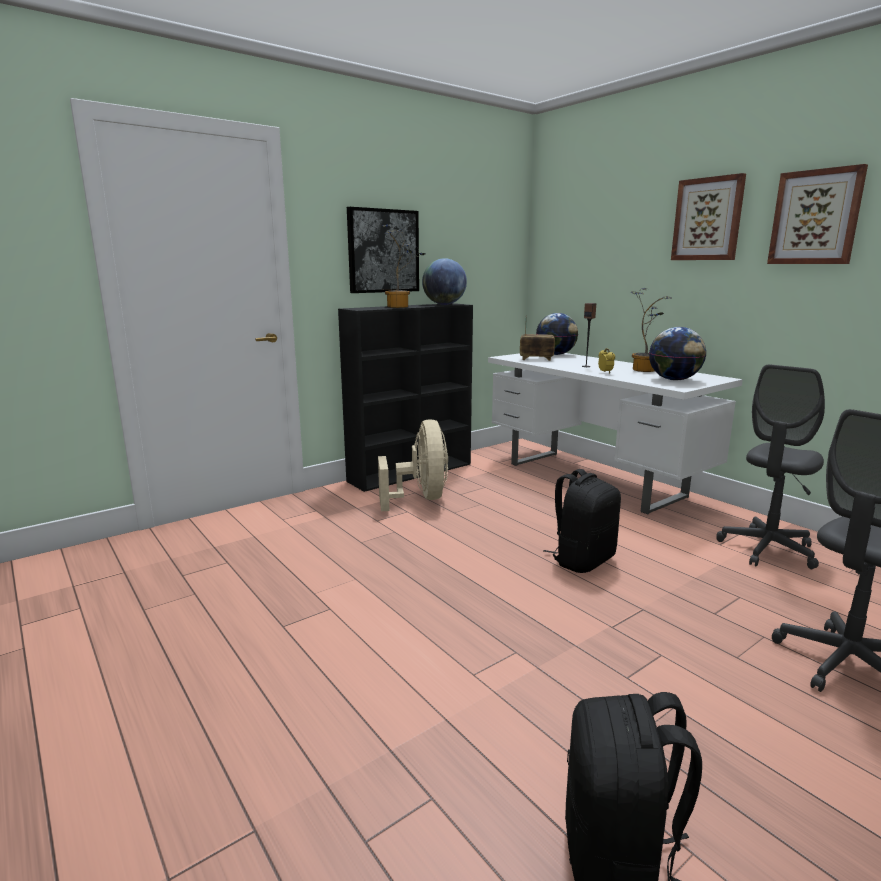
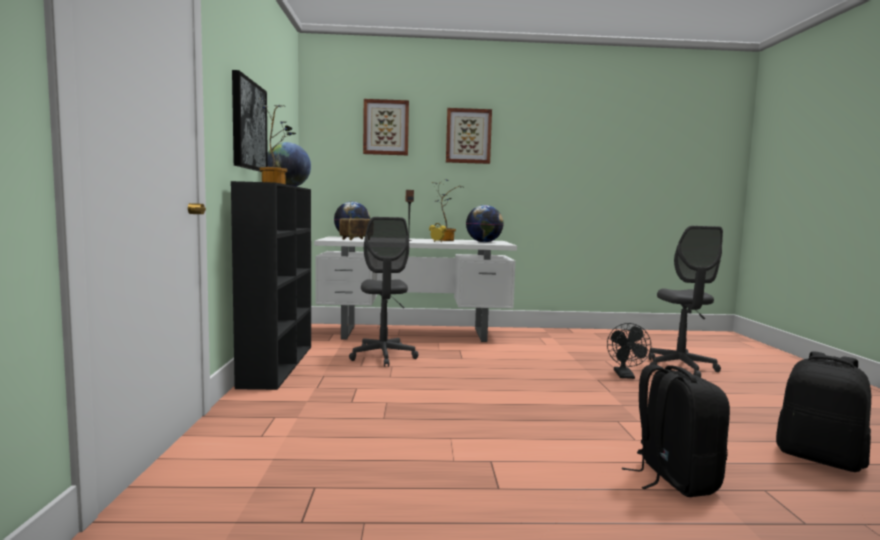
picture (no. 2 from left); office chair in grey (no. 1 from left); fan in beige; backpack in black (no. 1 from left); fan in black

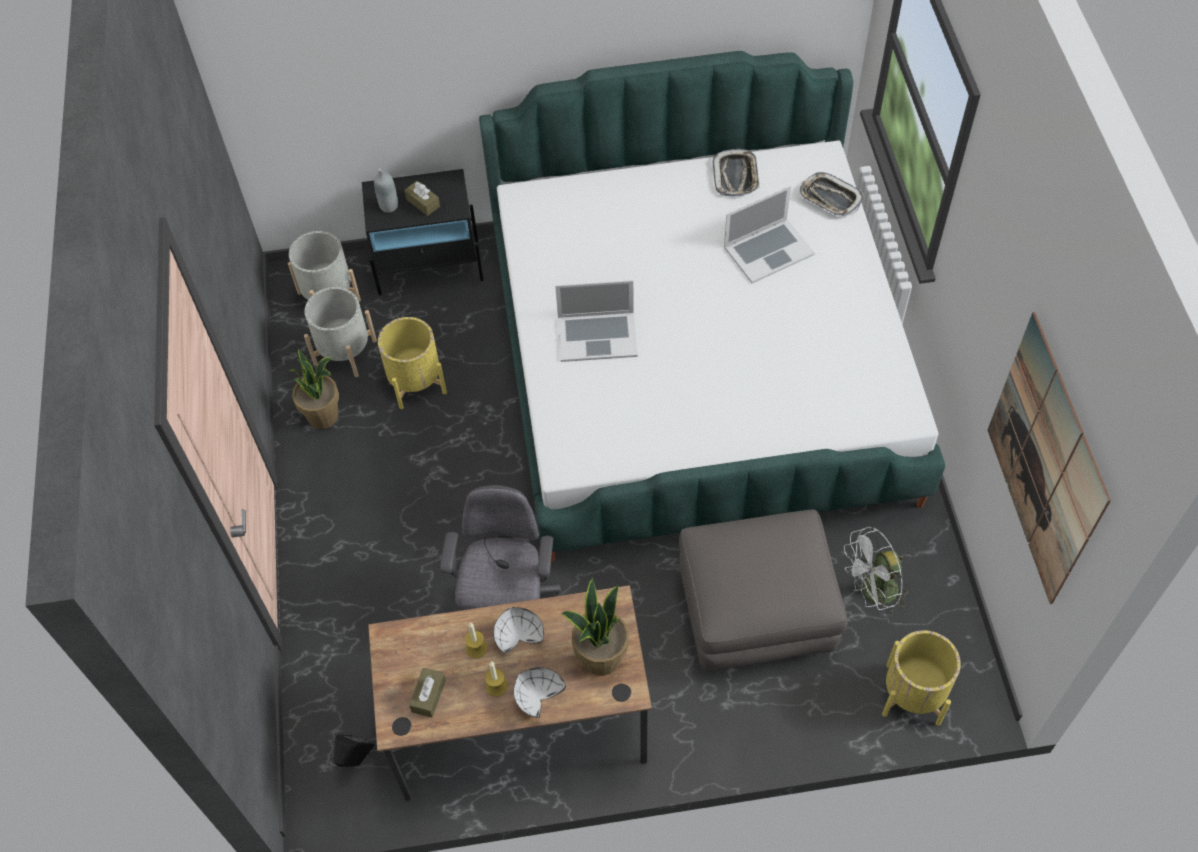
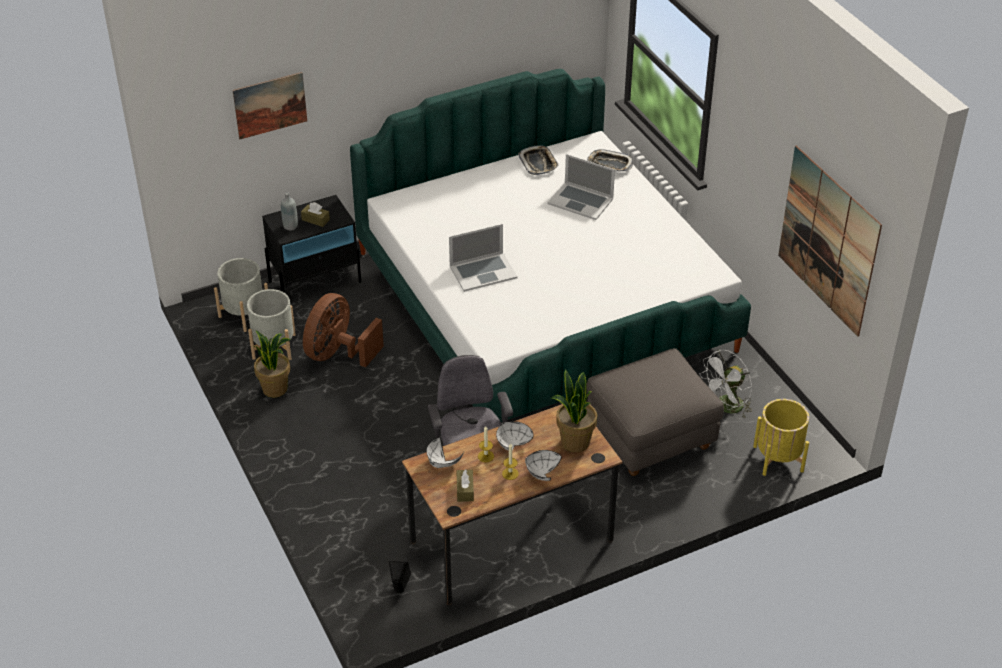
laptop (no. 2 from left); fan in brown; picture (no. 1 from left); bowl in white (no. 1 from left)

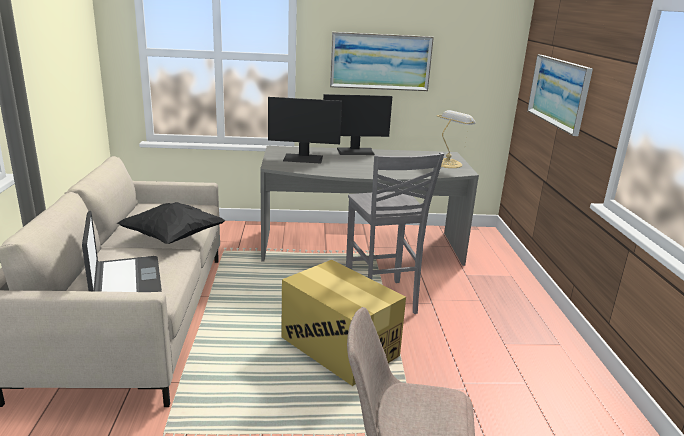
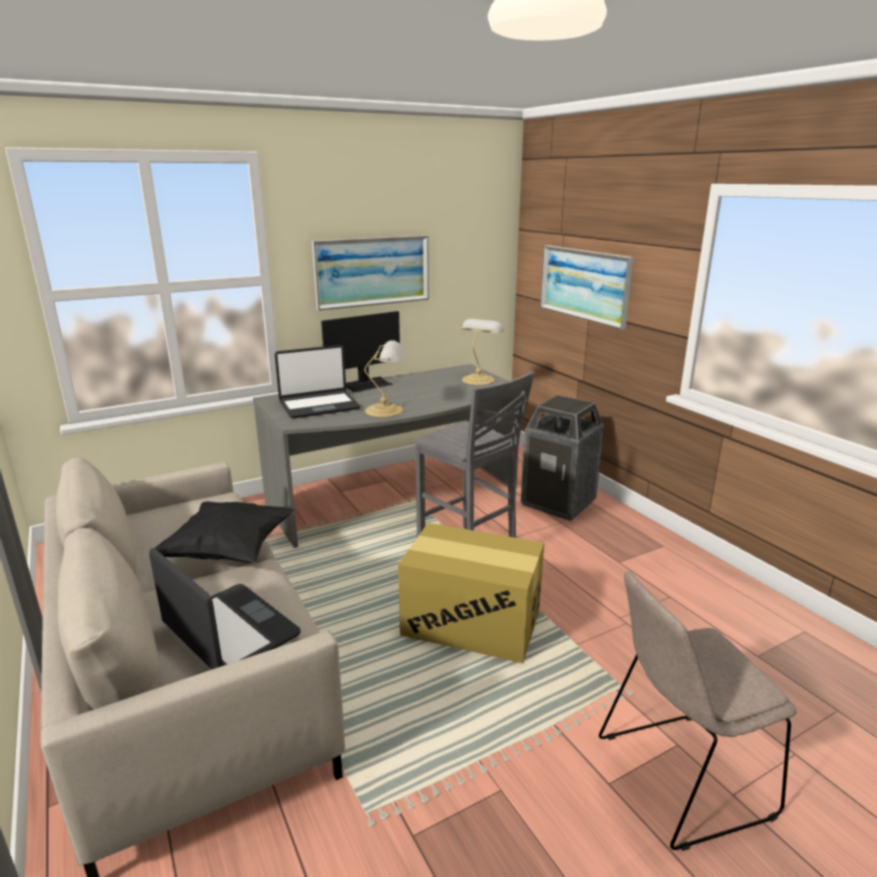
laptop (no. 2 from left); table lamp (no. 1 from left); trash can

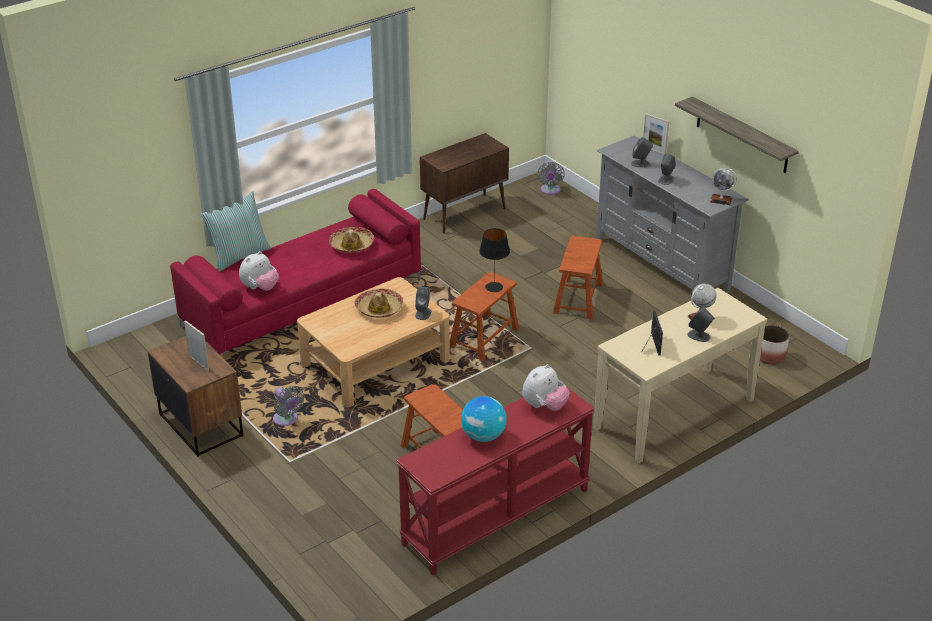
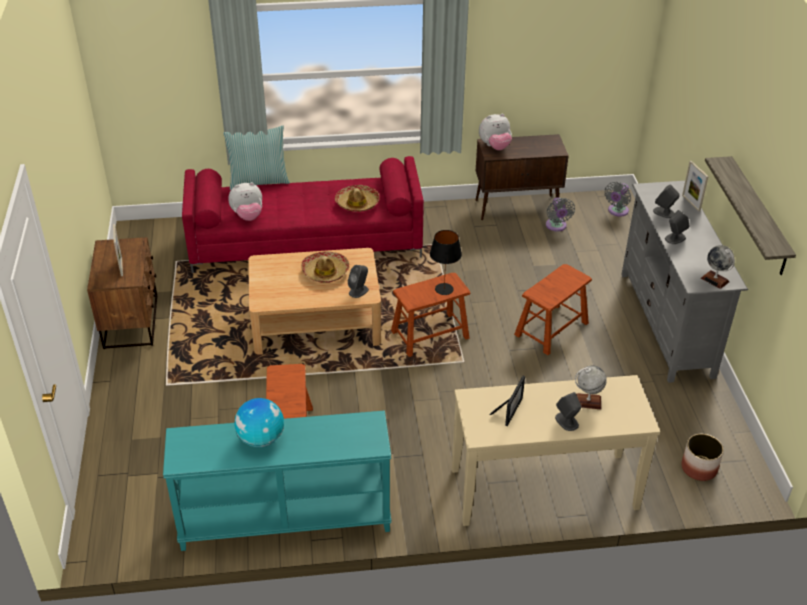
plush toy (no. 2 from left); fan in grey (no. 1 from left); console table in turquoise

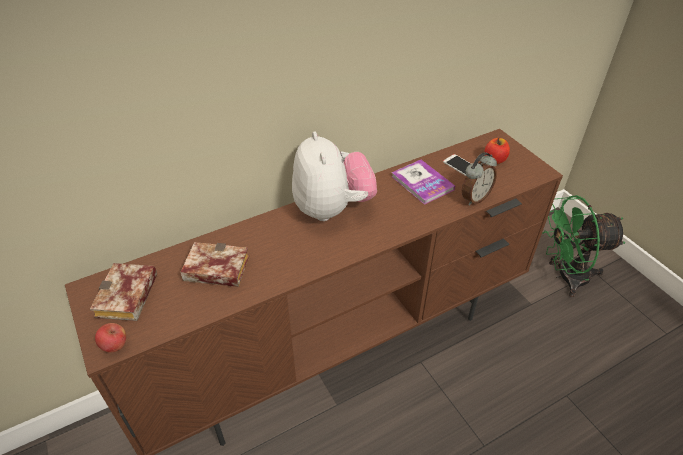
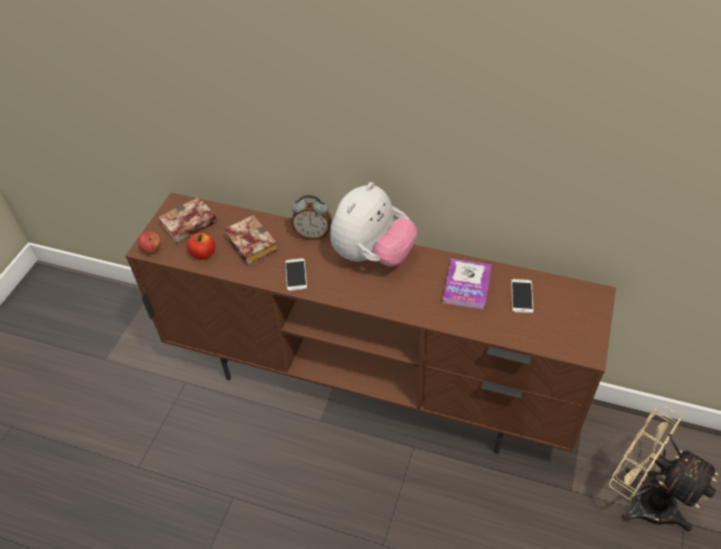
apple (no. 2 from left); alarm clock; fan in beige; phone (no. 1 from left)

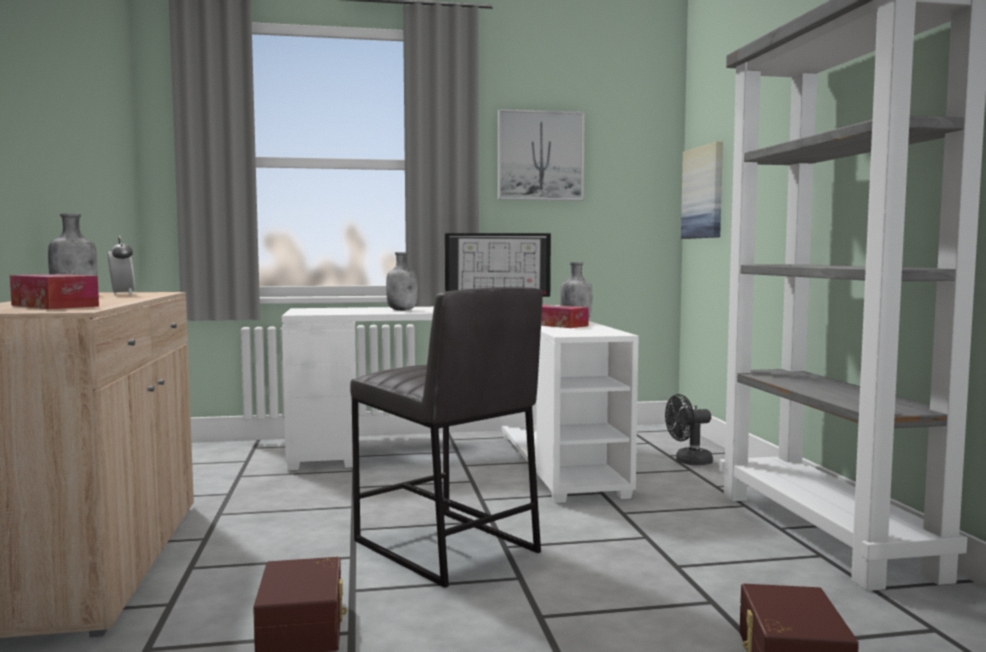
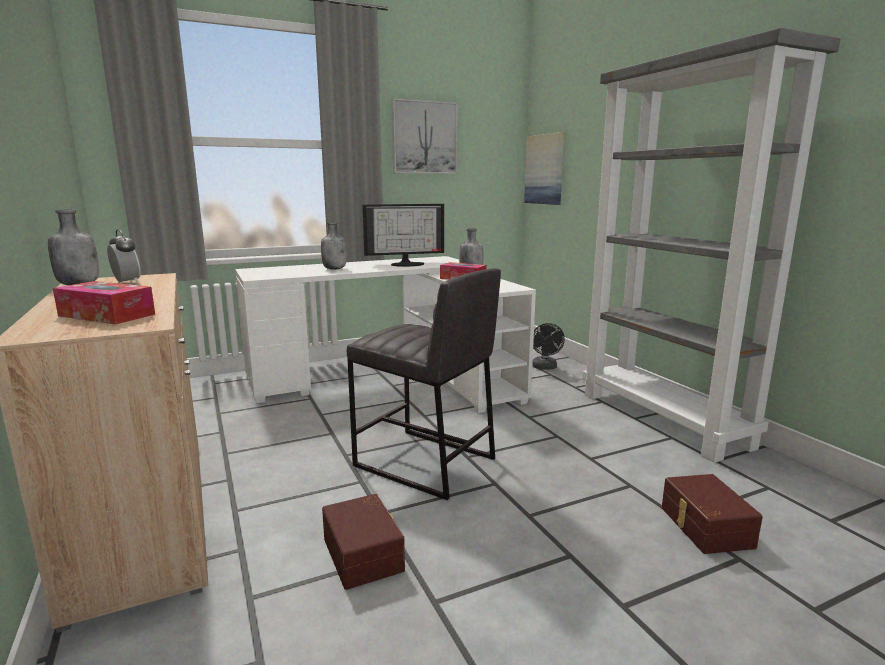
fan in black

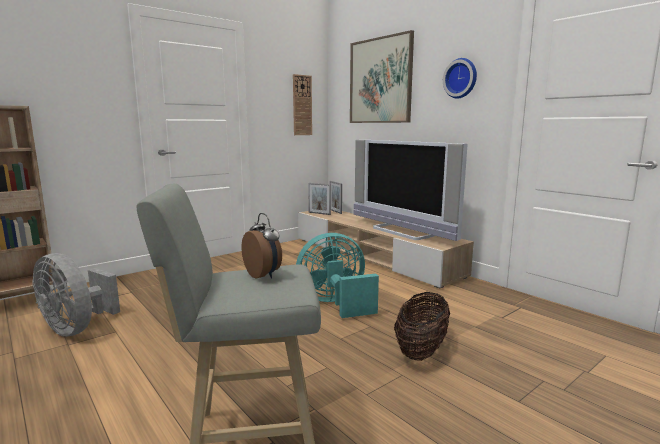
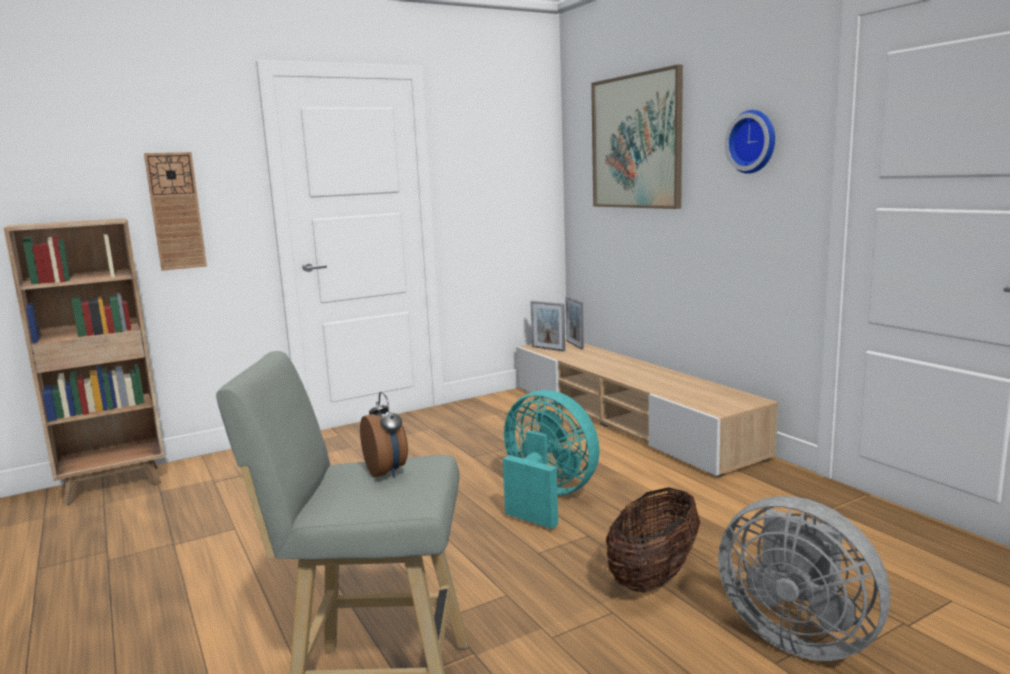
wall clock (no. 1 from left); television; fan in turquoise; fan in grey

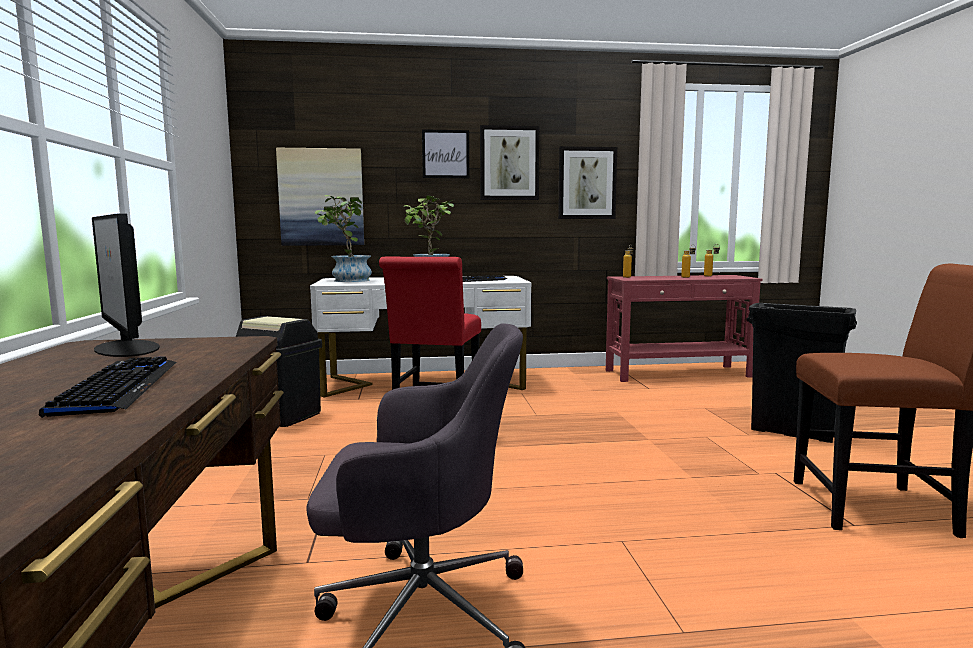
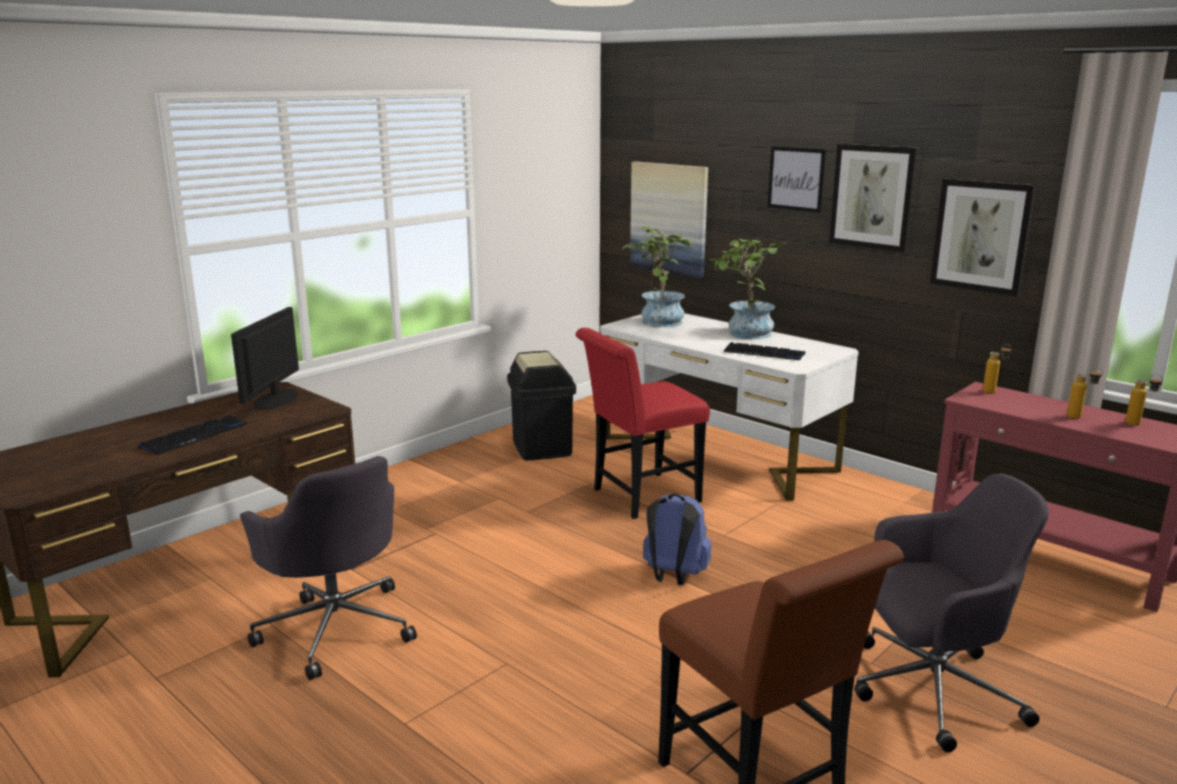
office chair in grey (no. 2 from left); backpack in blue

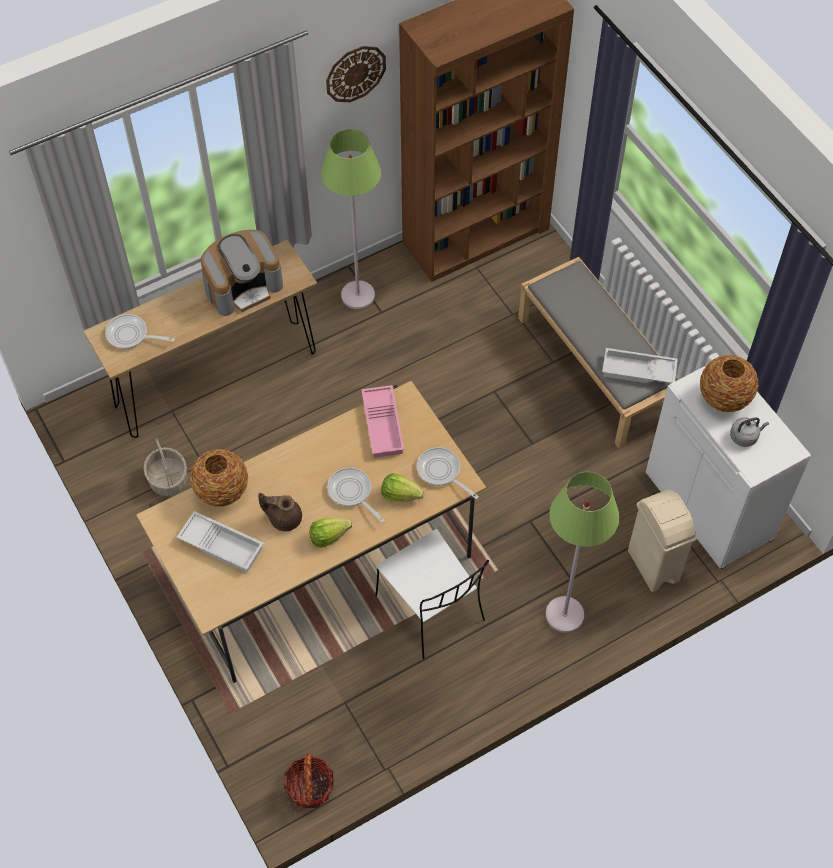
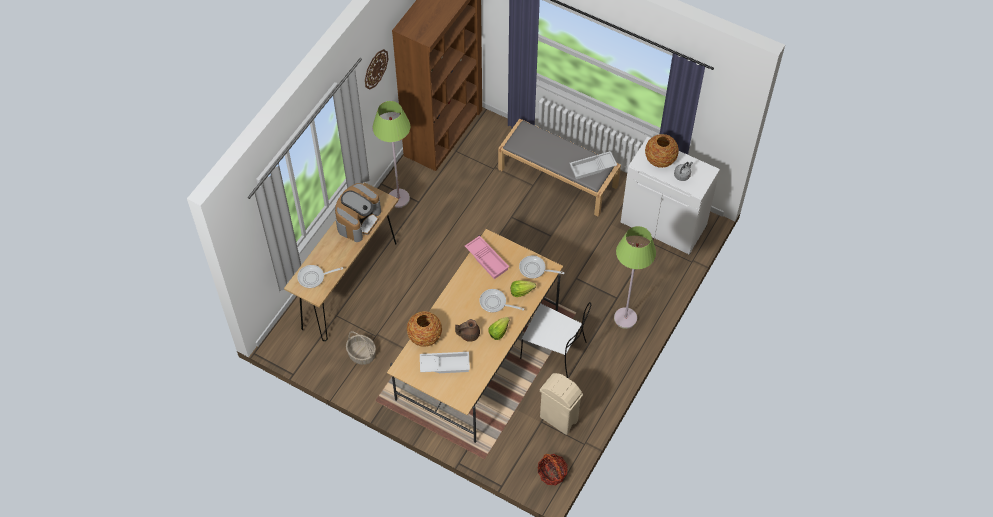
trash can in beige

